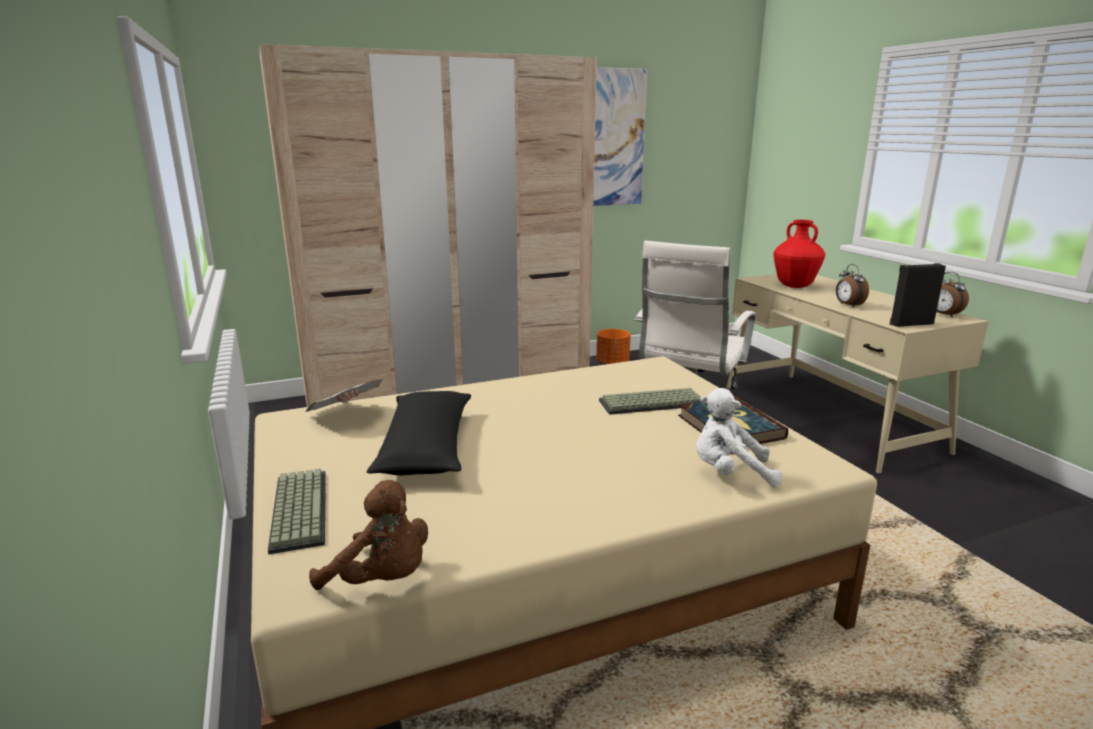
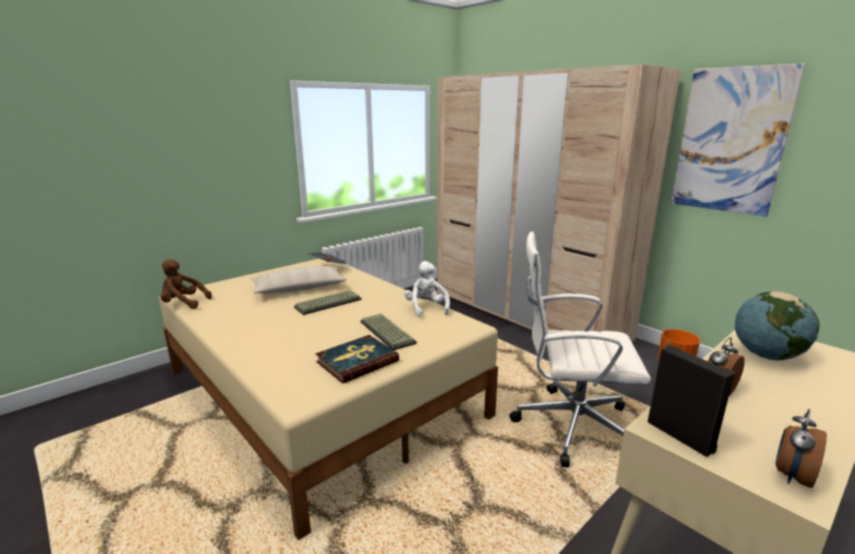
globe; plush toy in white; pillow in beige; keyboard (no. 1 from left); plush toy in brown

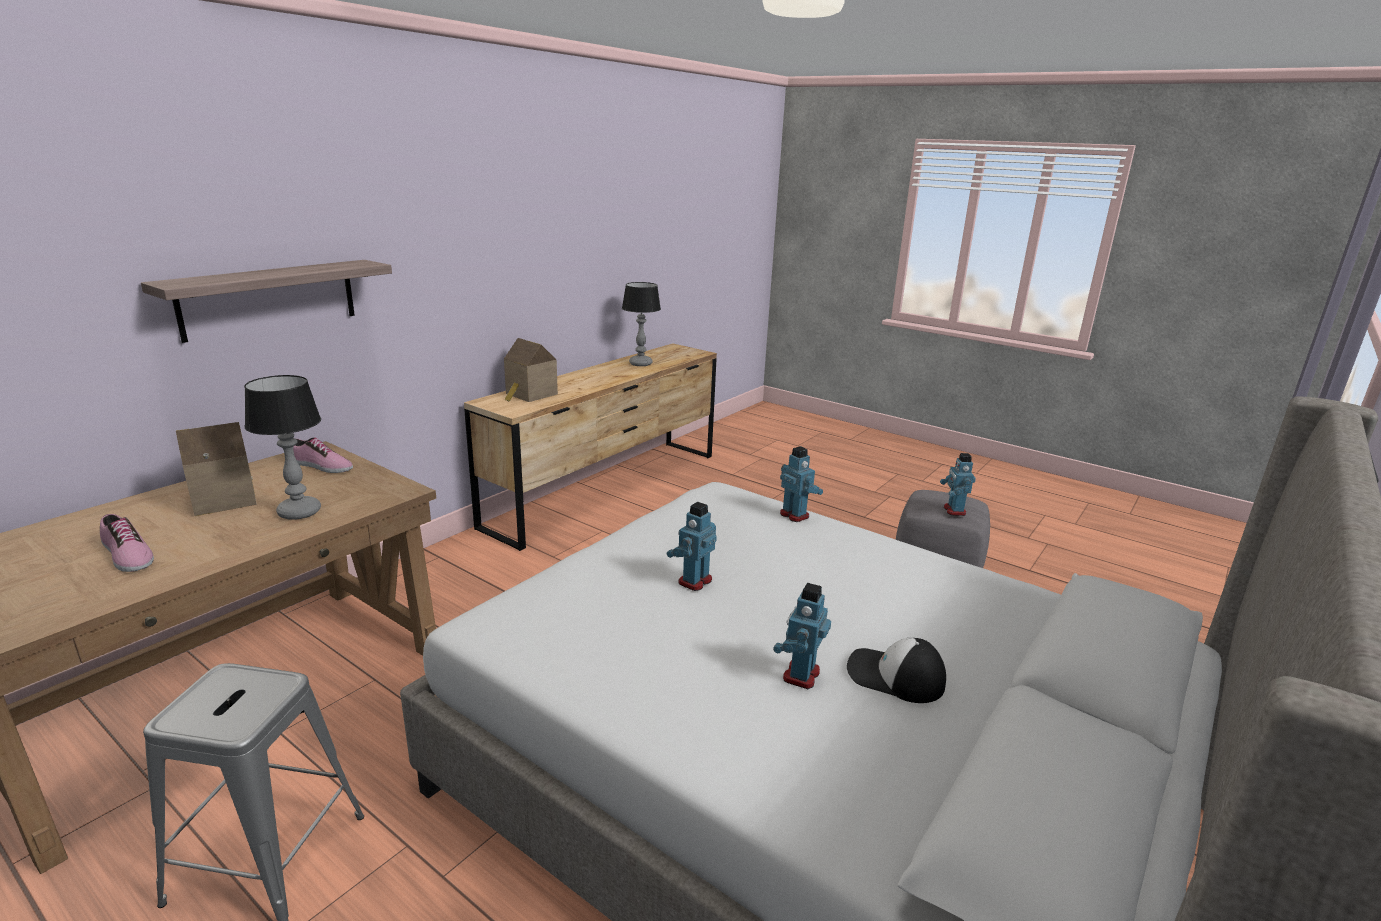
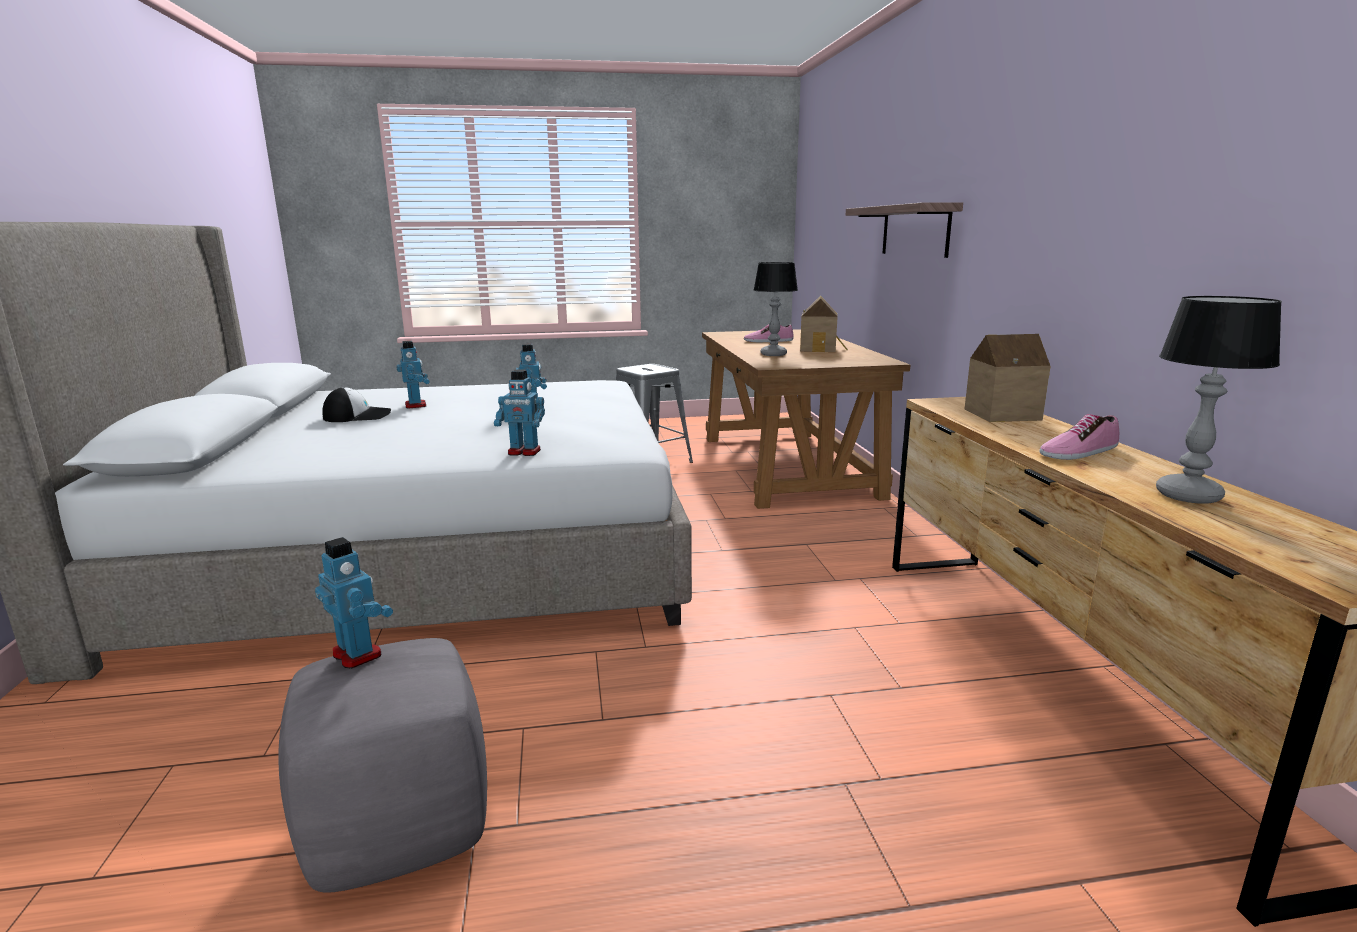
shoe (no. 2 from left)

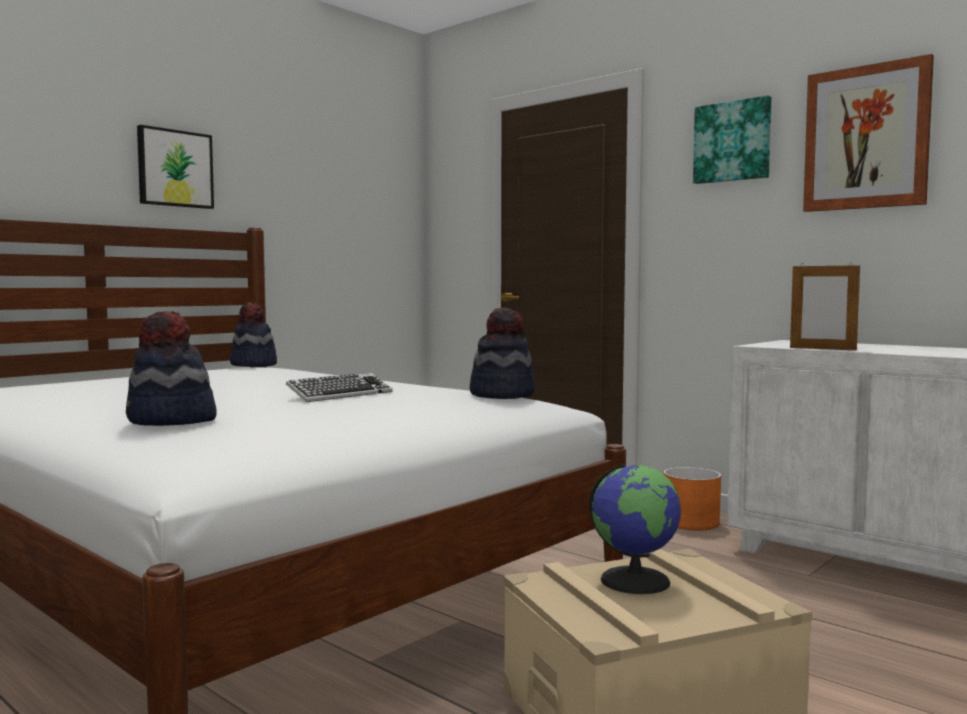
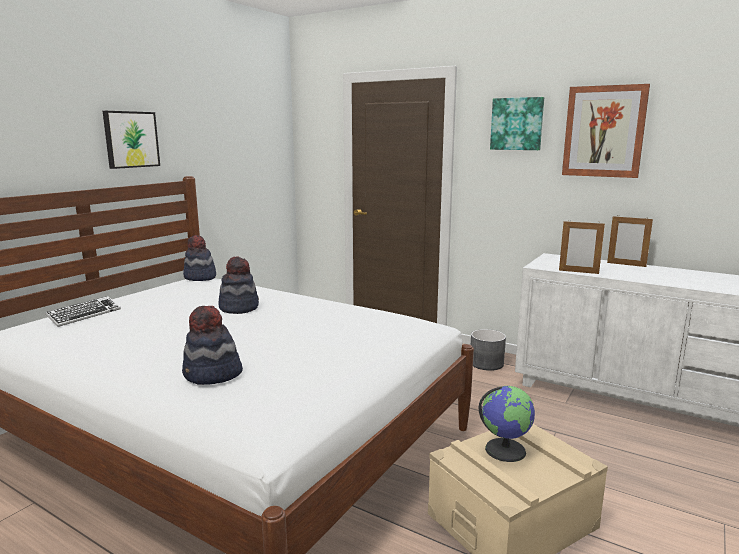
hat (no. 3 from left); keyboard; planter in grey; picture frame (no. 2 from left)

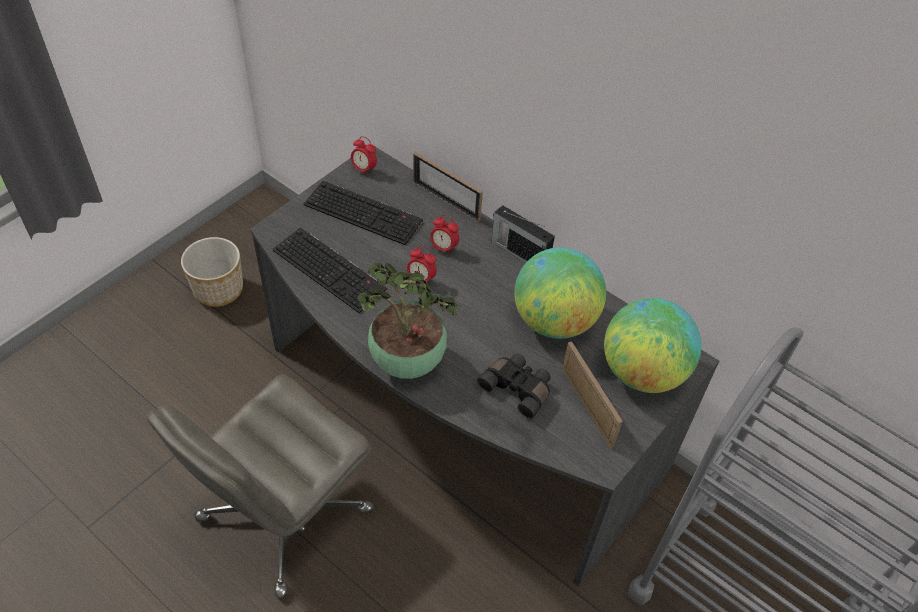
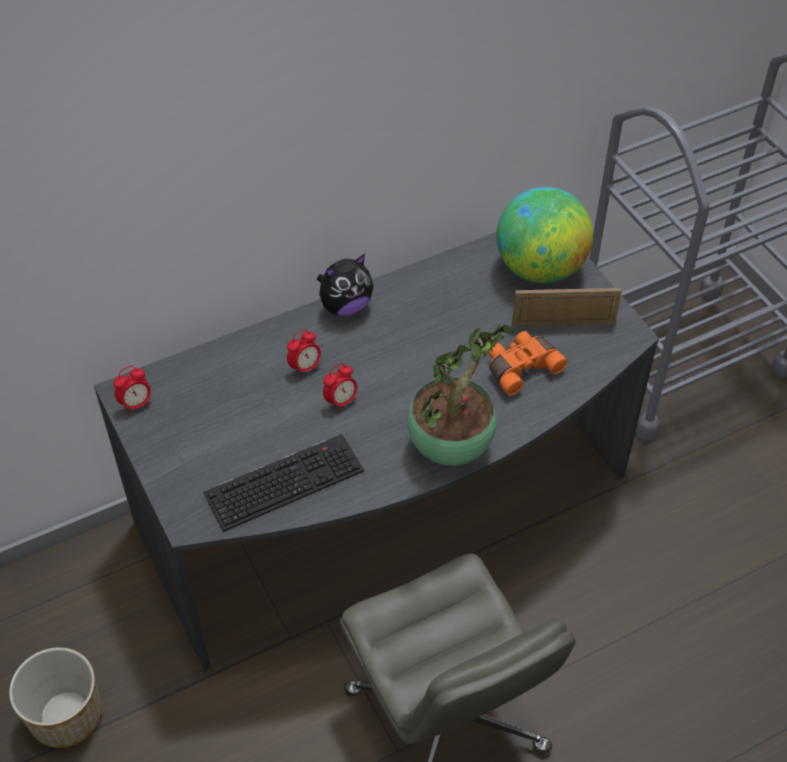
picture frame (no. 1 from left in the first image); keyboard (no. 2 from left in the first image); plush toy; globe (no. 1 from left in the first image); binoculars in orange

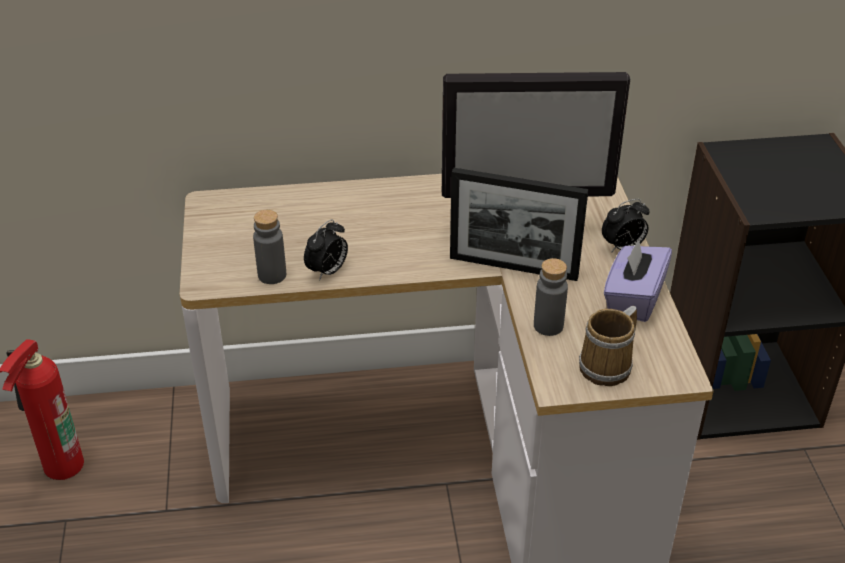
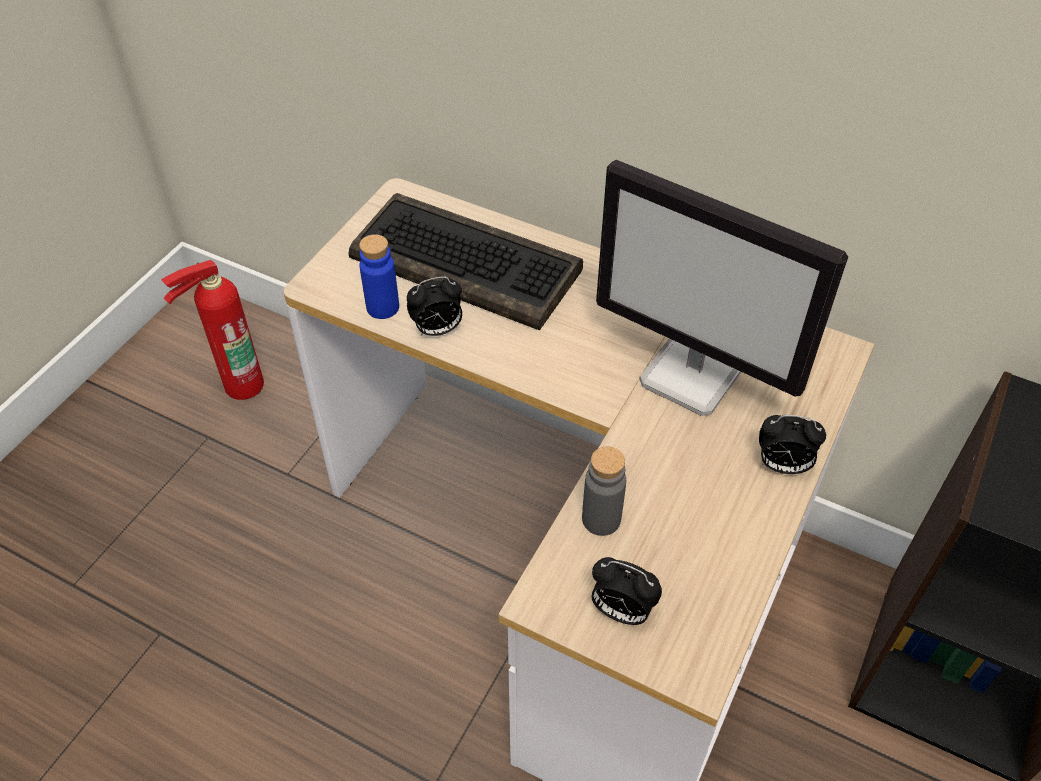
picture frame; bottle in blue; tissue box in purple; alarm clock (no. 2 from left); keyboard

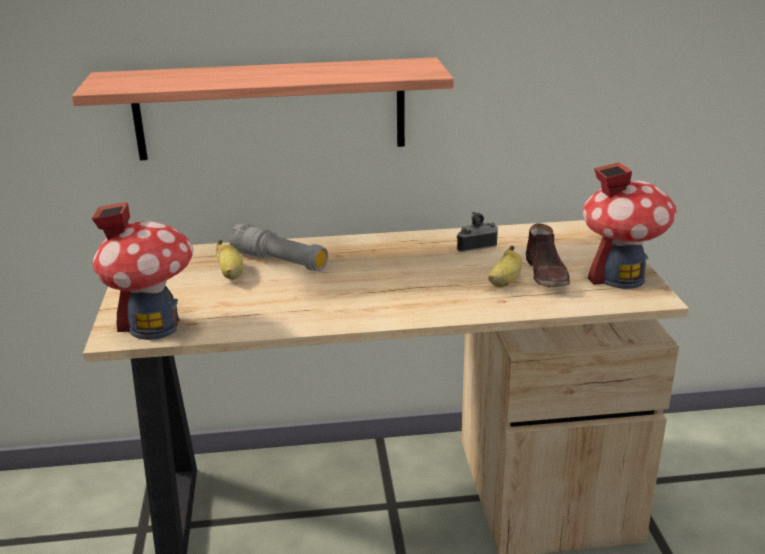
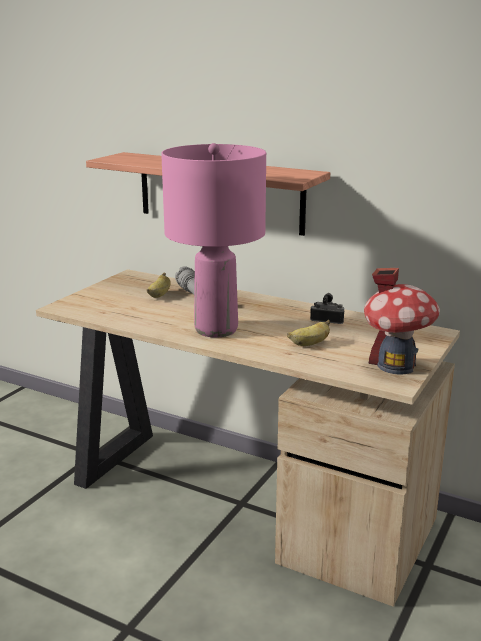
toy house (no. 1 from left in the first image); shoe in brown; table lamp in pink

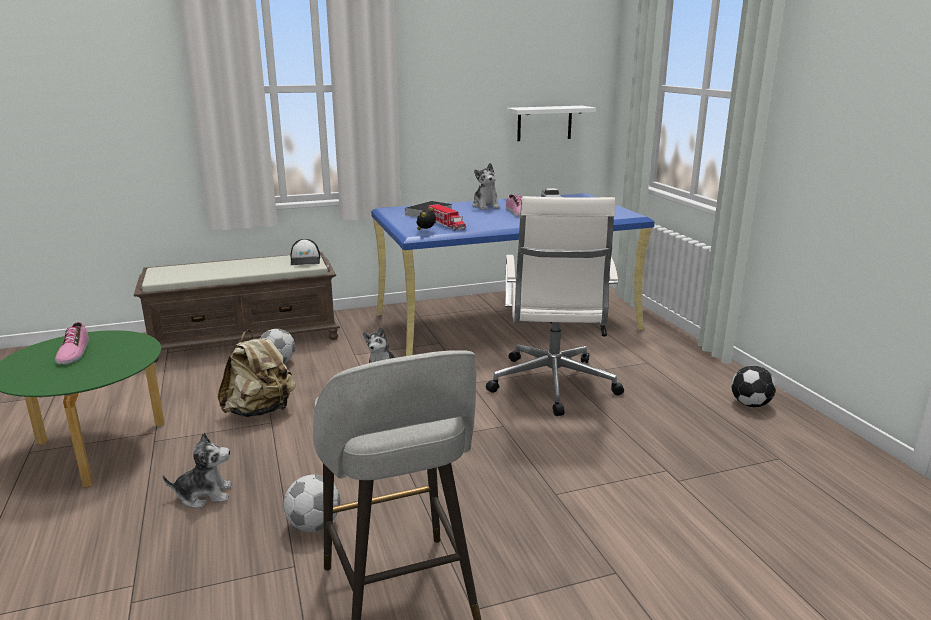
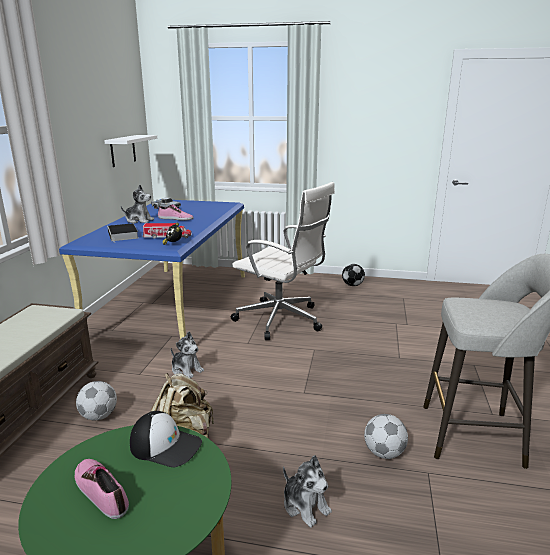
cap; shoe (no. 1 from left); plush toy (no. 3 from left)

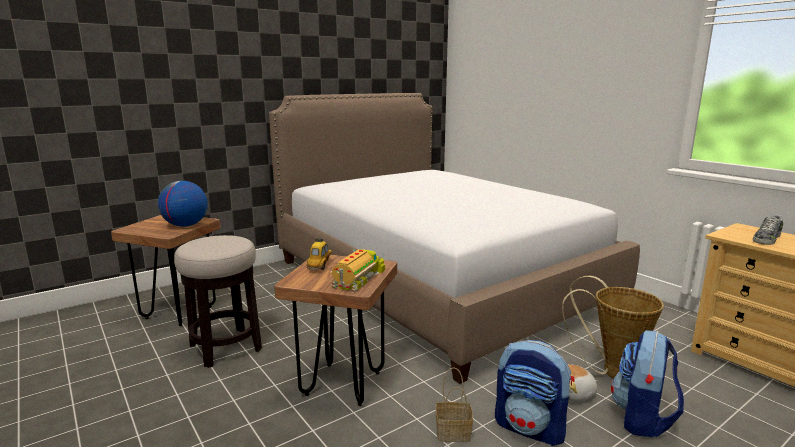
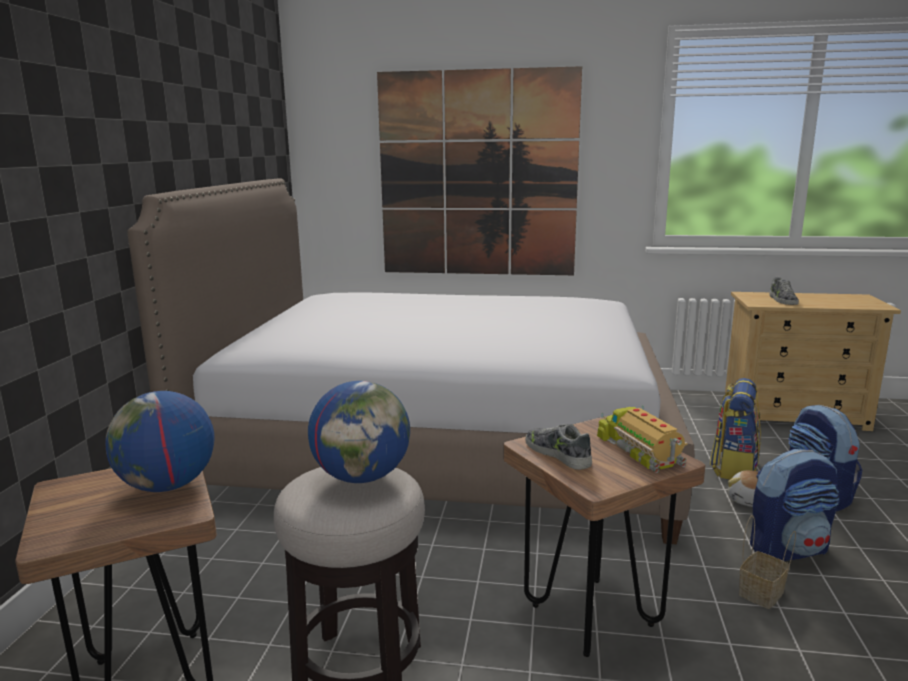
shoe (no. 1 from left); backpack (no. 1 from left); picture; globe (no. 2 from left)

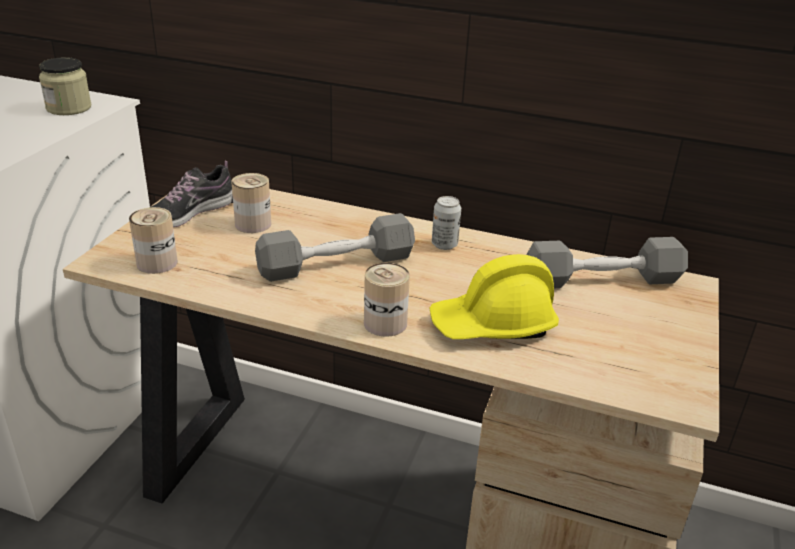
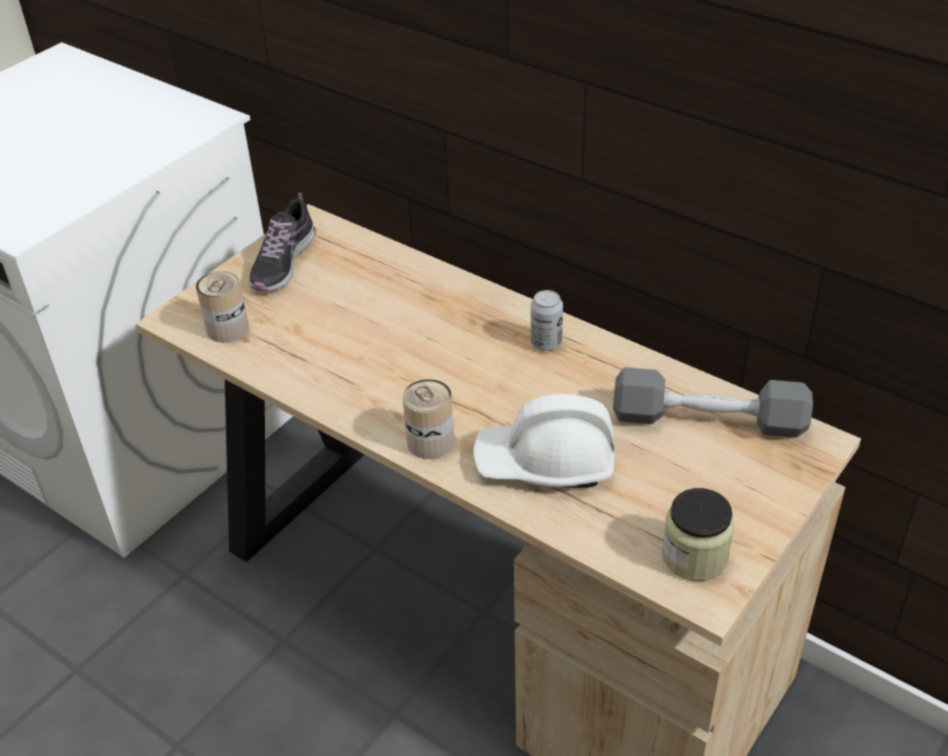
jar; shoe; can (no. 2 from left in the first image); dumbbell in grey (no. 1 from left in the first image); hard hat in white

